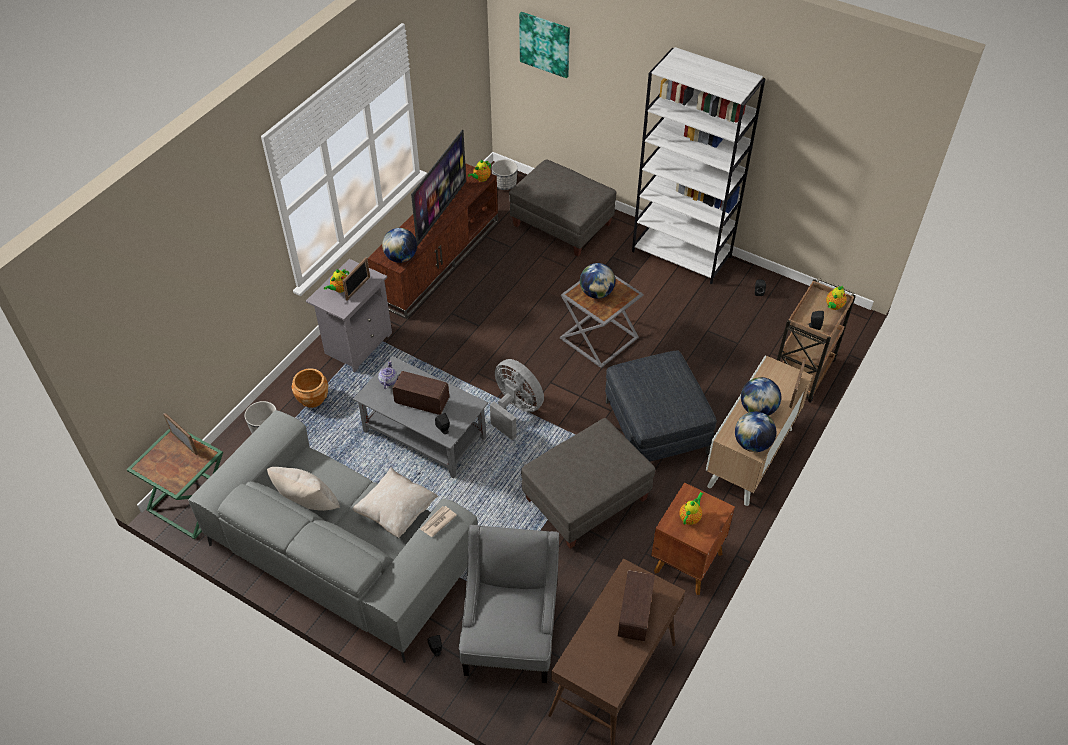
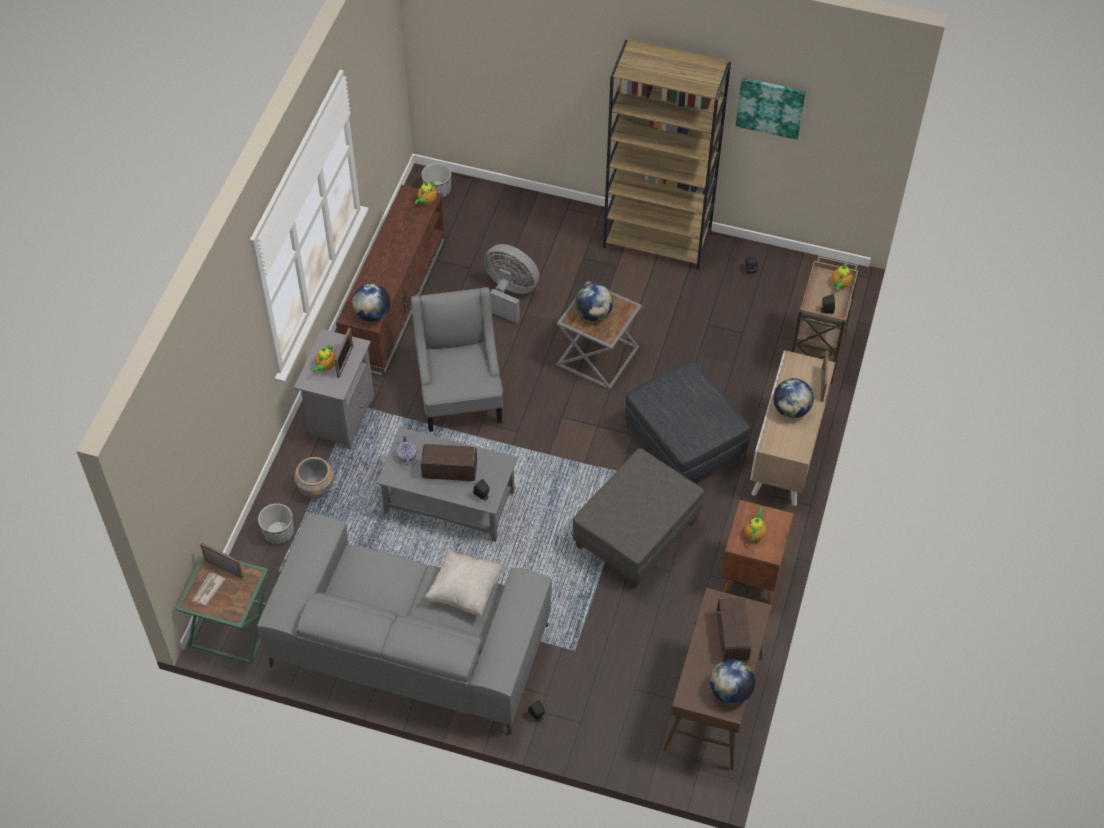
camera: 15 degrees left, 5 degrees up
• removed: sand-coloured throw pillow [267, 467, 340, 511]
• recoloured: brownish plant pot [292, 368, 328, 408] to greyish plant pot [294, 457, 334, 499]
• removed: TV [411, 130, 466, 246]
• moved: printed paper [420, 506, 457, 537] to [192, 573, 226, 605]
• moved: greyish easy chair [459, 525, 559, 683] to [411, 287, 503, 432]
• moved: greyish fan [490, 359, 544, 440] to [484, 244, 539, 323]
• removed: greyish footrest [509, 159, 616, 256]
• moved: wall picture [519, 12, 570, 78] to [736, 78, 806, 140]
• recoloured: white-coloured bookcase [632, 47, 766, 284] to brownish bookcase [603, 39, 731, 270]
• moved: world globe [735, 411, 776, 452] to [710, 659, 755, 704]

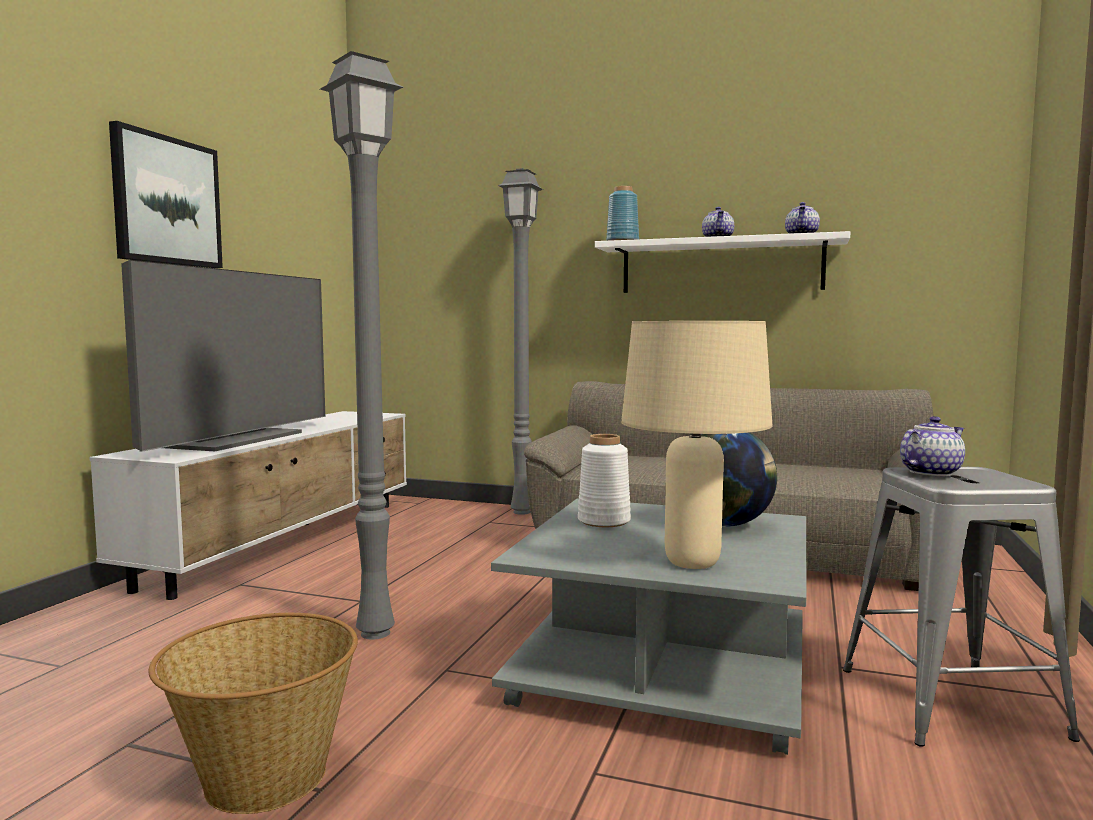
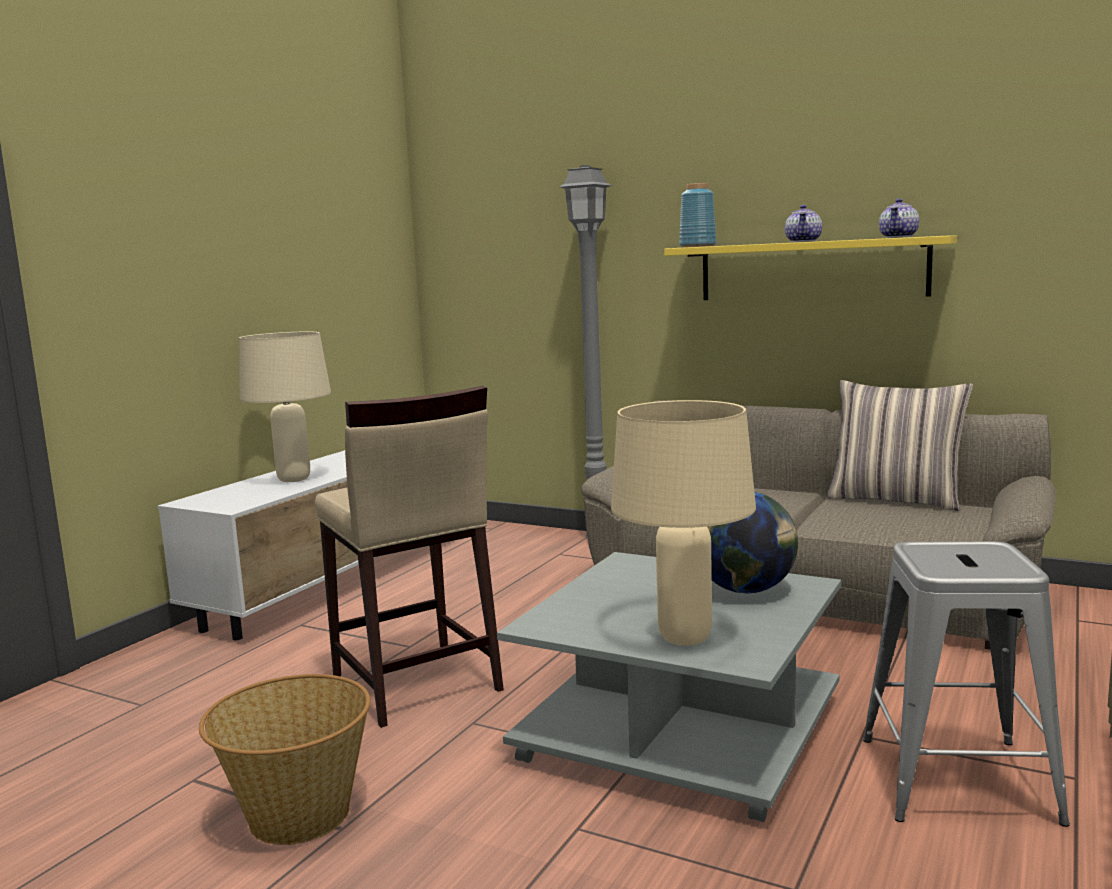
camera: 10 degrees right, 5 degrees up
• removed: wall picture [109, 121, 223, 268]
• replaced: TV [121, 260, 325, 452] to sand-coloured tabletop lamp [239, 332, 331, 482]
• replaced: greyish standard lamp [320, 51, 403, 640] to sand-coloured sitting stool [315, 386, 504, 728]
• removed: white-coloured vase [578, 434, 631, 527]
• recoloured: white-coloured shelf [595, 231, 850, 293] to yellow shelf [664, 235, 957, 300]
• removed: pot for tea [900, 416, 965, 476]
• added: throw pillow [827, 380, 973, 511]

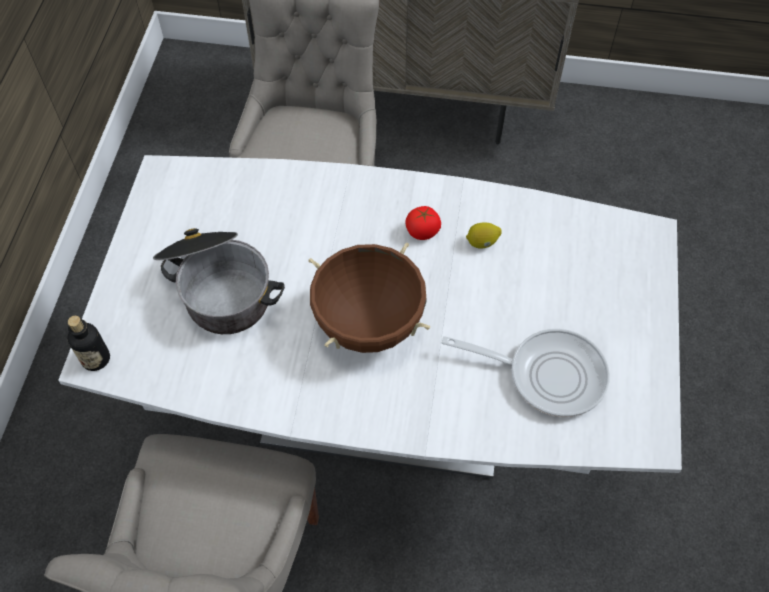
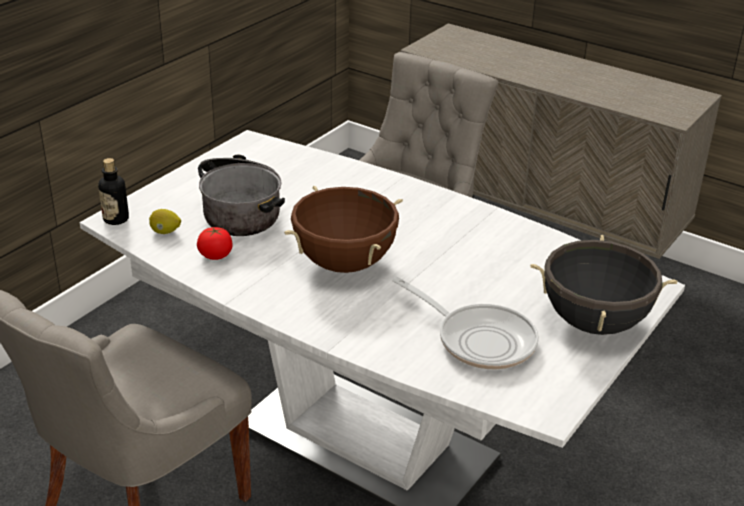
camera: 25 degrees right, 25 degrees down
• moved: fresh tomato [405, 206, 441, 240] to [197, 227, 233, 260]
• moved: whole lemon [466, 222, 502, 249] to [149, 209, 181, 234]
• added: black-coloured stockpot [530, 235, 678, 335]

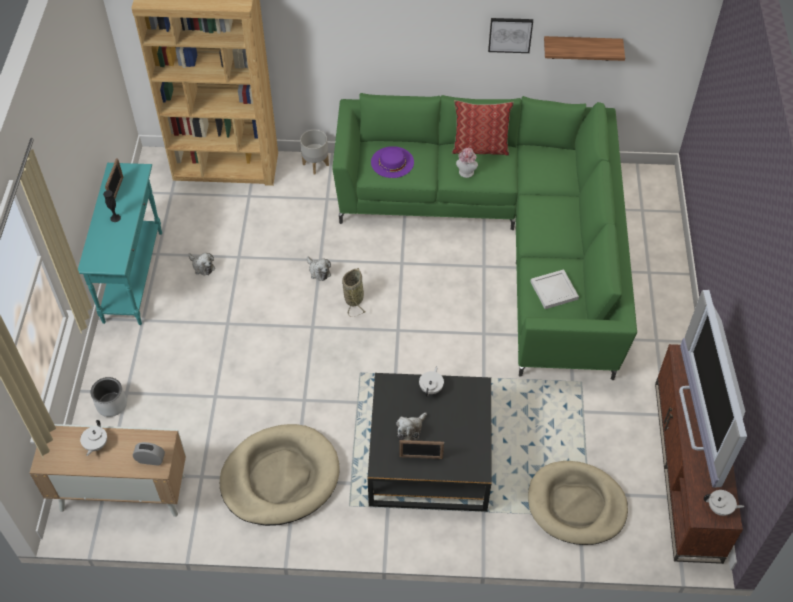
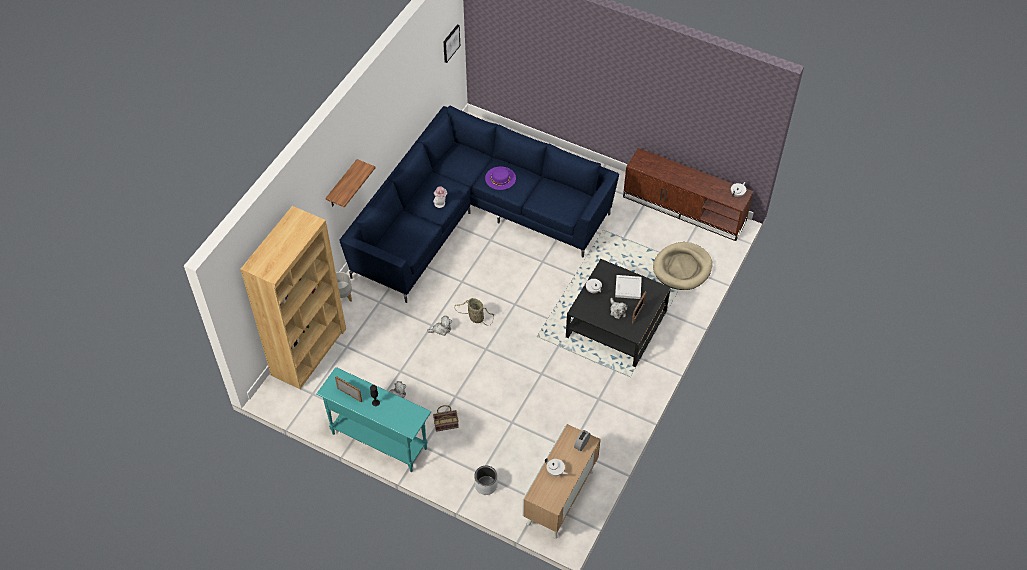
camera: 65 degrees left, 0 degrees up
• removed: sand-coloured dog bed [220, 424, 340, 526]
• recoloured: greenish couch [332, 93, 637, 380] to bluish couch [339, 105, 619, 303]
• moved: purple wearable hat [371, 146, 414, 178] to [485, 166, 516, 190]
• removed: throw pillow [452, 100, 514, 156]
• moved: wall picture [488, 18, 533, 53] to [443, 24, 460, 63]
• moved: white-coloured tray [530, 269, 579, 309] to [615, 275, 642, 299]
• moved: shelf [544, 36, 625, 61] to [326, 159, 376, 207]
• removed: TV [679, 290, 747, 488]
• added: storage basket [433, 405, 459, 432]

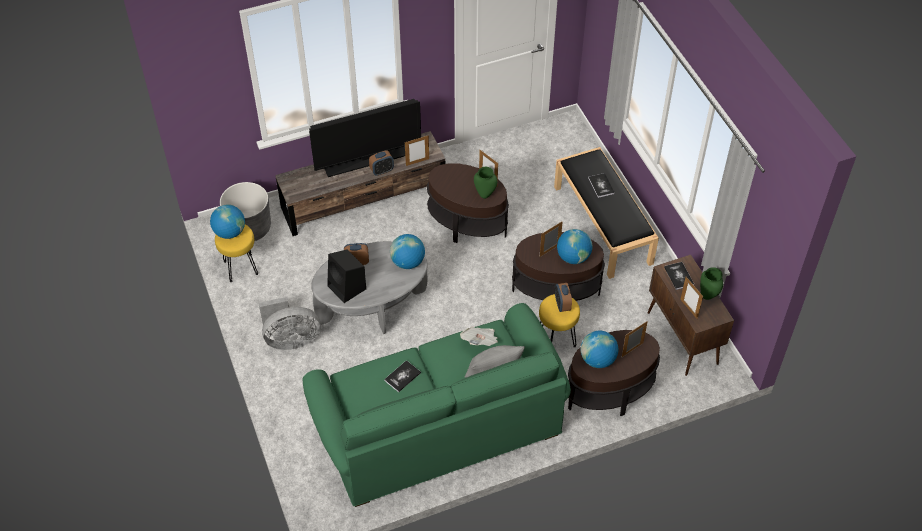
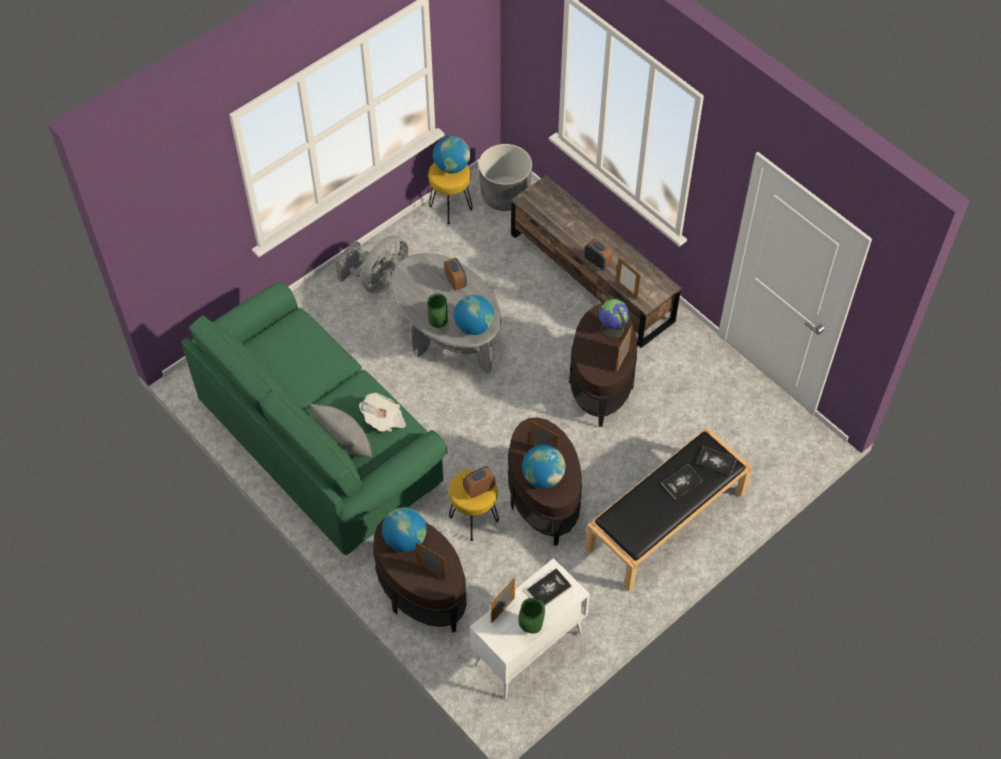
camera: 70 degrees right, 5 degrees up
• turned: greyish fan [258, 297, 321, 350] = [335, 236, 408, 294] 105 degrees counterclockwise
• removed: TV [309, 99, 421, 177]
• removed: black-coloured audio speaker [327, 250, 366, 303]
• moved: bound book [384, 360, 421, 392] to [696, 447, 737, 477]
• moved: greenish vase [474, 167, 497, 199] to [427, 294, 448, 328]
• recoloured: brownish storage cabinet [647, 255, 734, 376] to white-coloured storage cabinet [470, 558, 590, 699]
• added: world globe [599, 299, 629, 339]

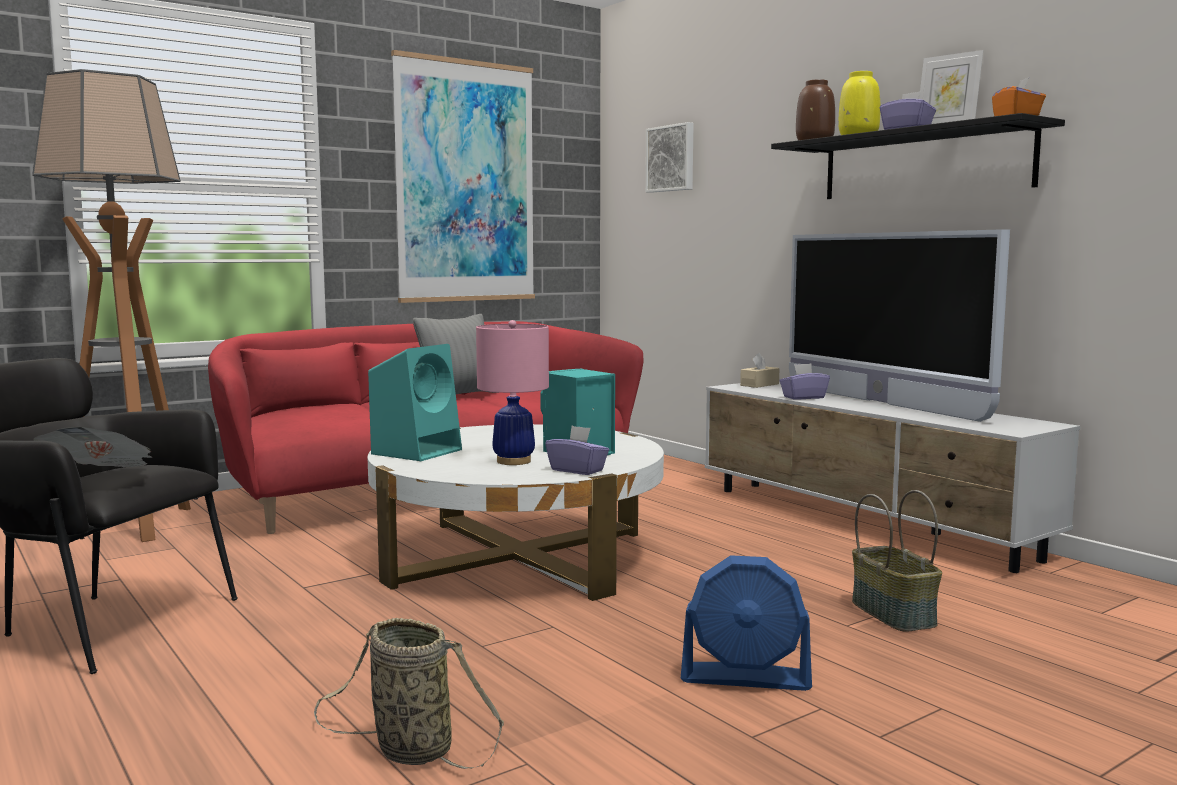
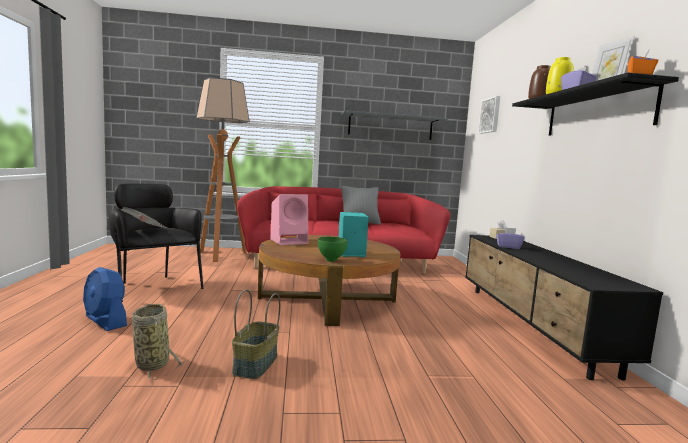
camera: 30 degrees right, 0 degrees up
• recoloured: turquoise-coloured audio speaker [368, 344, 462, 461] to pinkish audio speaker [271, 194, 308, 245]
• recoloured: white-coloured lounge table [368, 424, 664, 601] to brownish lounge table [258, 235, 400, 326]
• replaced: wall picture [391, 50, 535, 303] to greyish shelf [342, 110, 448, 140]
• removed: pinkish tabletop lamp [476, 320, 549, 465]
• replaced: purple box of tissues [545, 426, 609, 475] to greenish deep dish [318, 237, 348, 262]
• moved: bluish fan [681, 555, 812, 691] to [83, 267, 127, 331]
• recoloured: white-coloured tv stand [705, 383, 1080, 573] to black-coloured tv stand [465, 235, 663, 380]
• removed: TV [789, 229, 1010, 422]
• moved: storage basket [852, 490, 942, 632] to [232, 289, 280, 379]

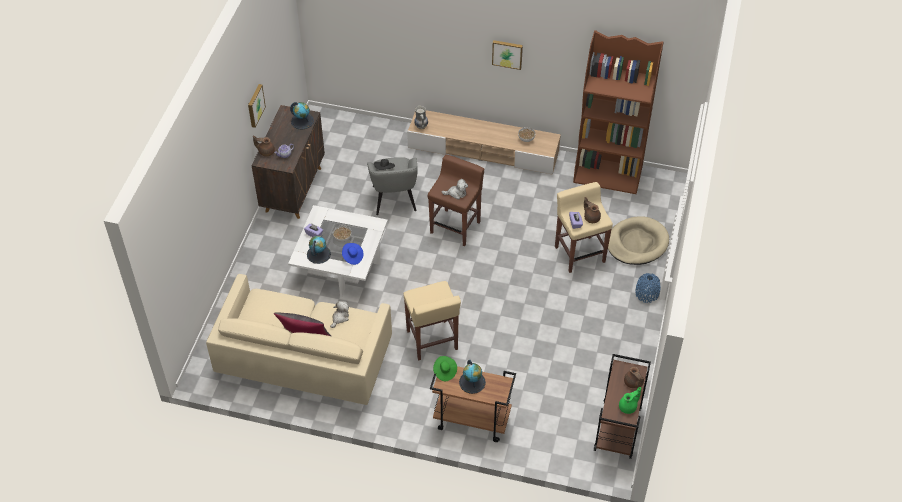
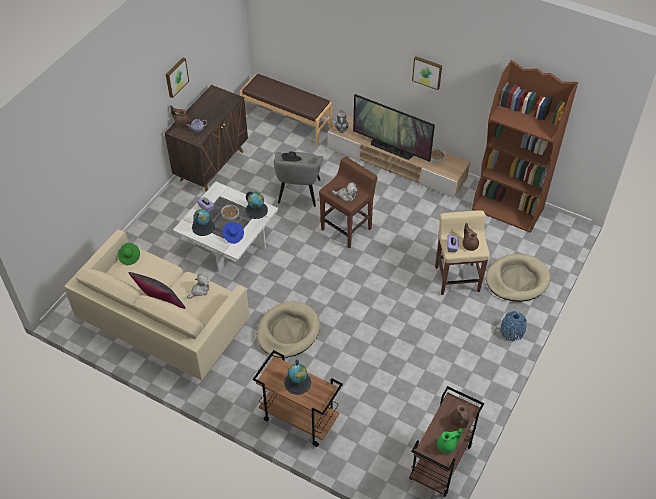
camera: 15 degrees right, 0 degrees up
• moved: world globe [290, 102, 314, 130] to [245, 191, 268, 219]
• replaced: sand-coloured sitting stool [403, 281, 461, 360] to sand-coloured dog bed [257, 301, 320, 358]
• moved: greenish wearable hat [433, 356, 457, 381] to [118, 243, 140, 265]
• added: brownish long seat [240, 74, 332, 145]
• added: TV [353, 94, 435, 162]

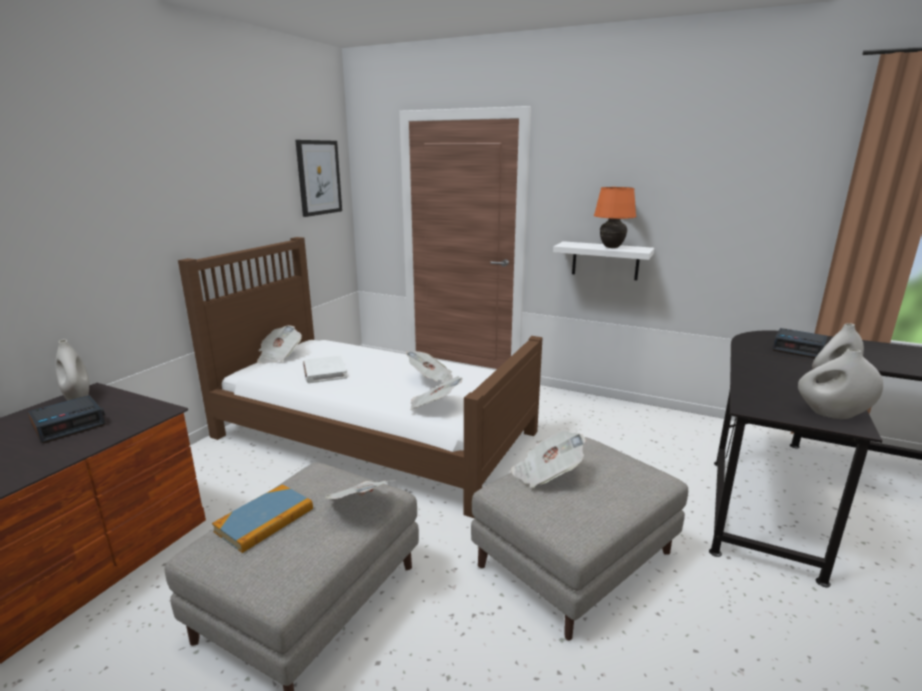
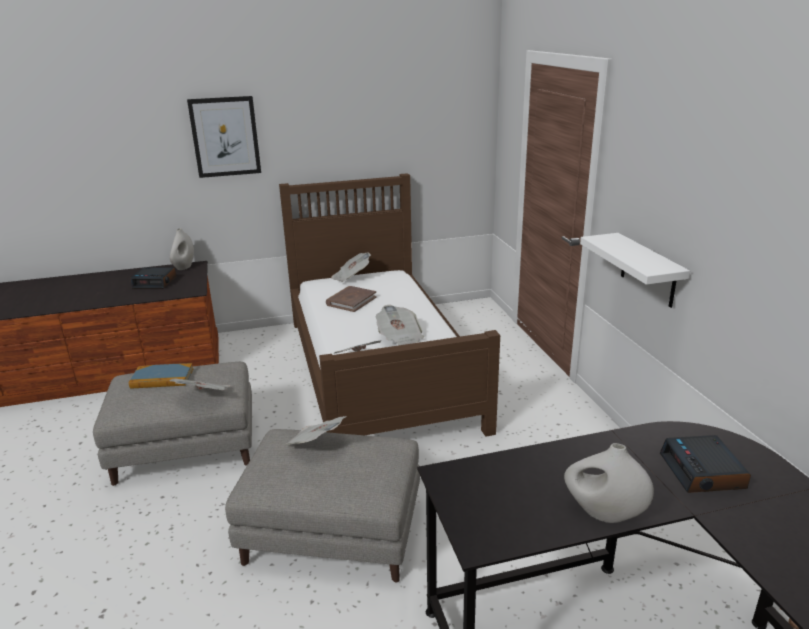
camera: 50 degrees right, 5 degrees up
• moved: wall picture [295, 140, 342, 217] to [187, 96, 261, 178]
• recoloured: white-coloured bound book [303, 355, 347, 383] to brownish bound book [326, 286, 376, 312]
• removed: orange-coloured tabletop lamp [594, 187, 636, 248]
• removed: white-coloured vase [798, 349, 883, 419]

